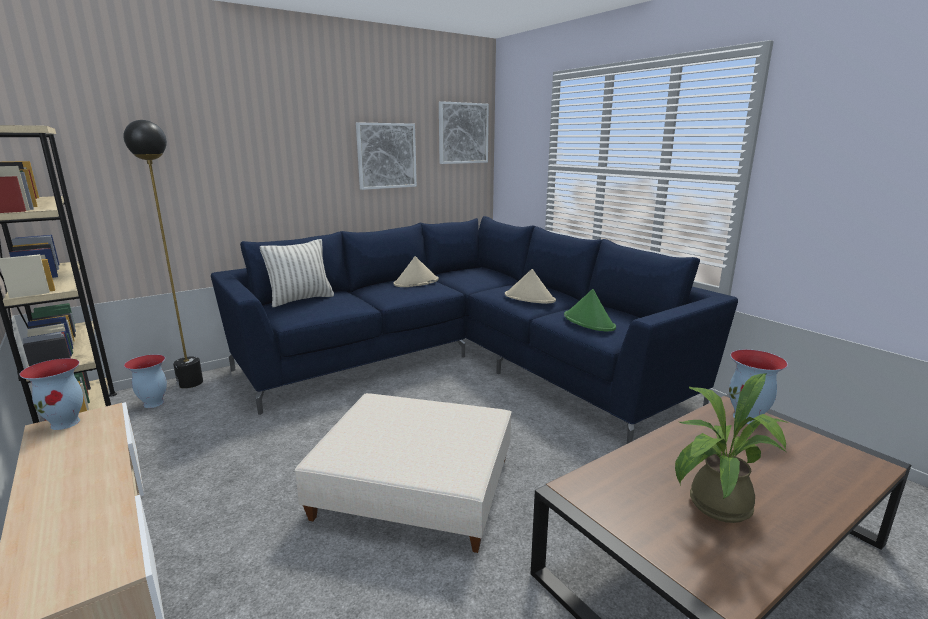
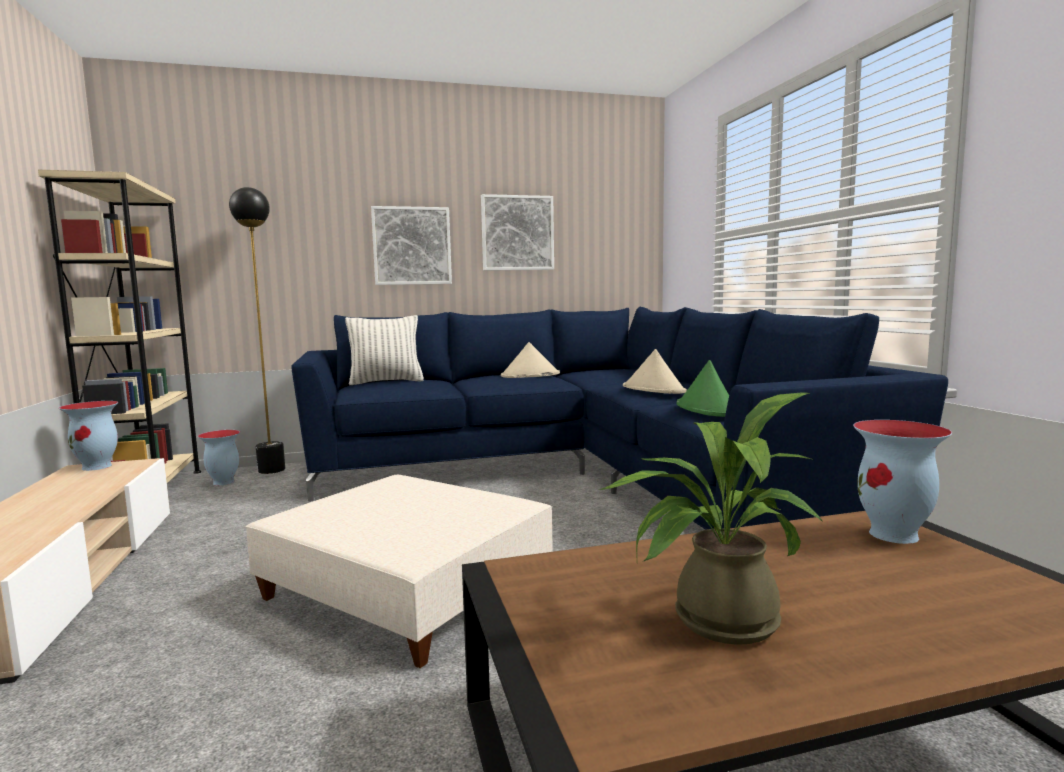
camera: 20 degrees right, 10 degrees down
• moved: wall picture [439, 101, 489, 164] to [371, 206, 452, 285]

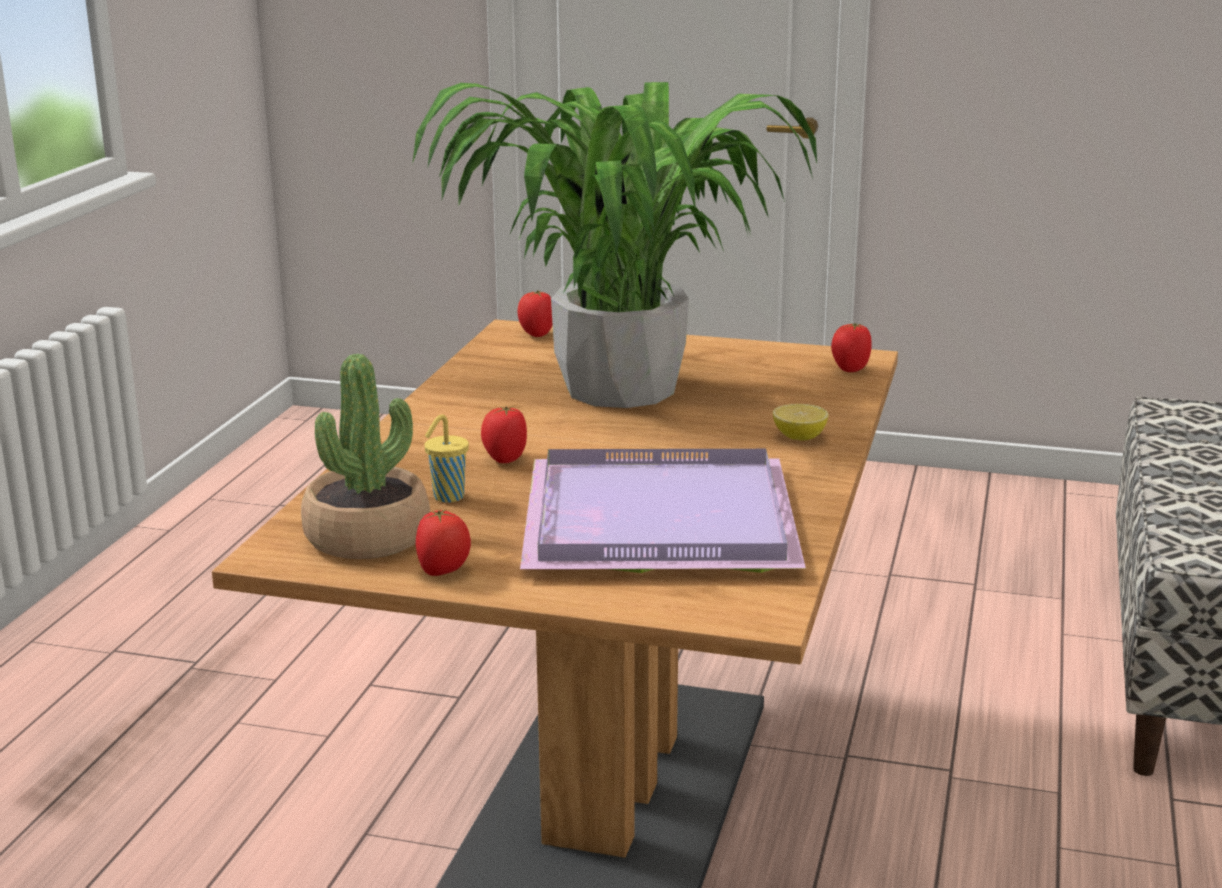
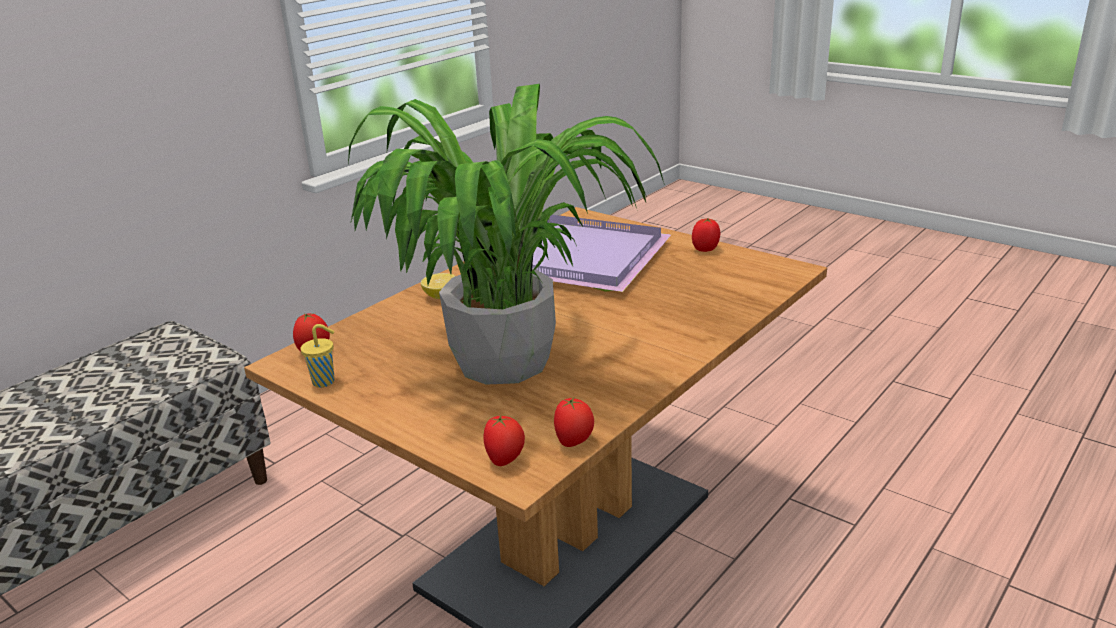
camera: 155 degrees left, 5 degrees up
• removed: plant in a pot [301, 354, 430, 559]
• moved: yellow cup [424, 414, 469, 502] to [300, 324, 335, 387]
• moved: fresh tomato [481, 406, 527, 463] to [554, 397, 594, 447]

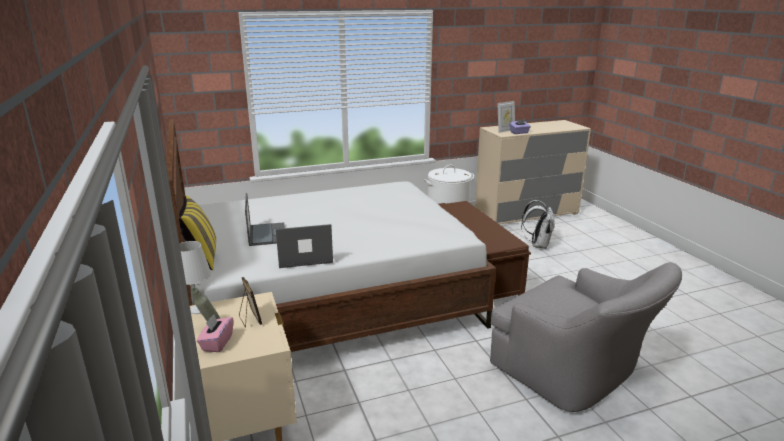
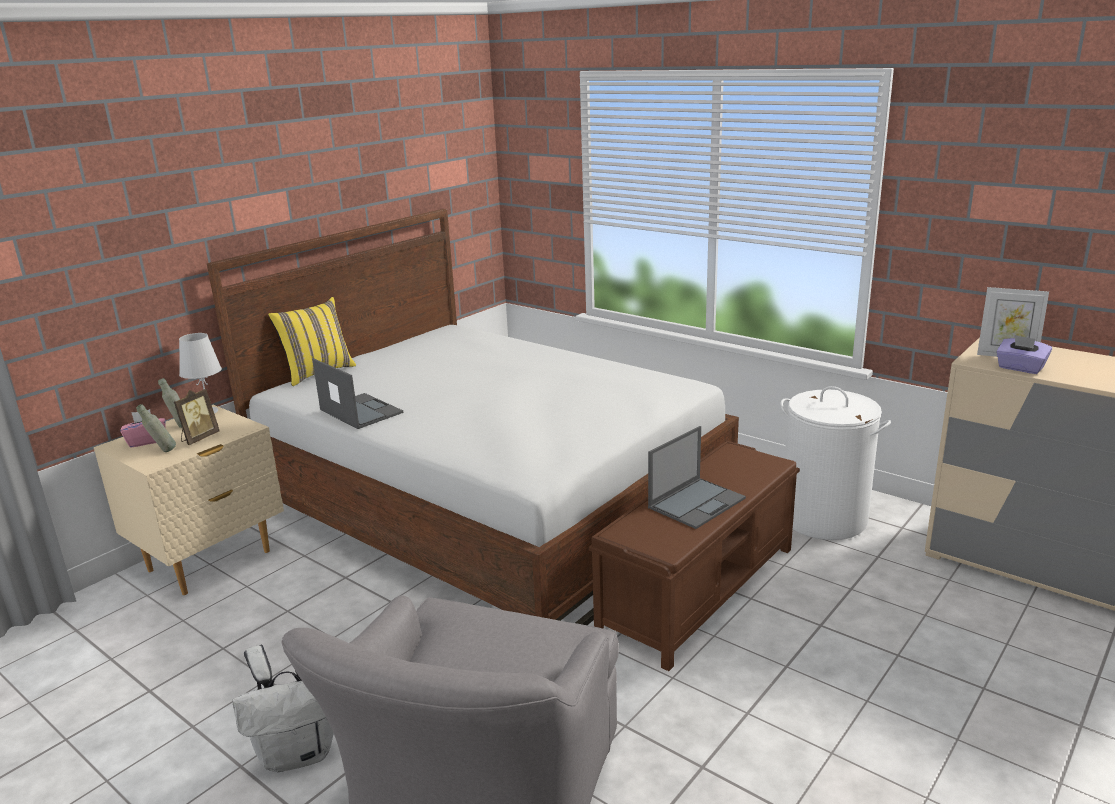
camera: 60 degrees right, 0 degrees up
• moved: notebook computer [245, 193, 285, 246] to [648, 426, 746, 529]
• moved: white-coloured backpack [521, 200, 555, 249] to [233, 644, 333, 772]
• added: greyish beverage bottle [136, 404, 176, 452]

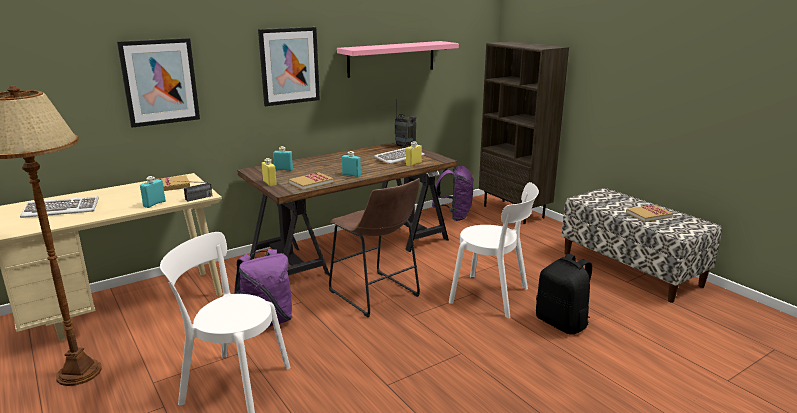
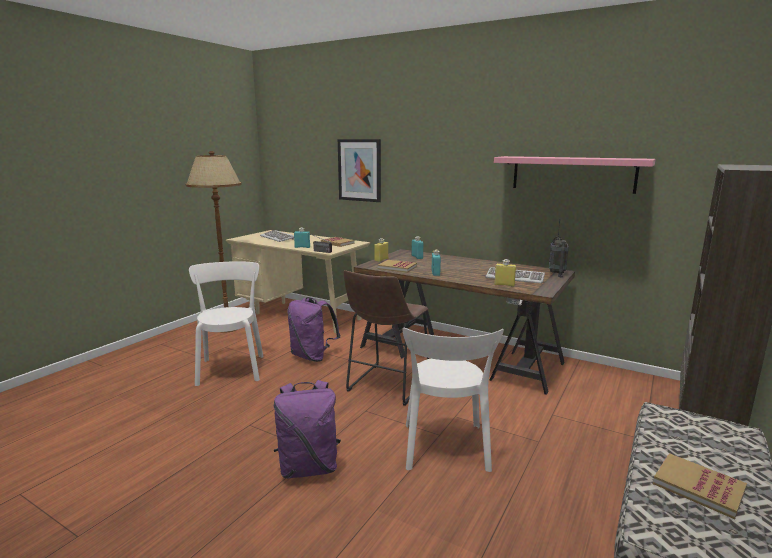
camera: 65 degrees right, 5 degrees down
• removed: wall picture [258, 27, 320, 106]
• moved: purple backpack [432, 165, 474, 221] to [274, 380, 341, 479]
• removed: black-coloured backpack [536, 254, 592, 335]

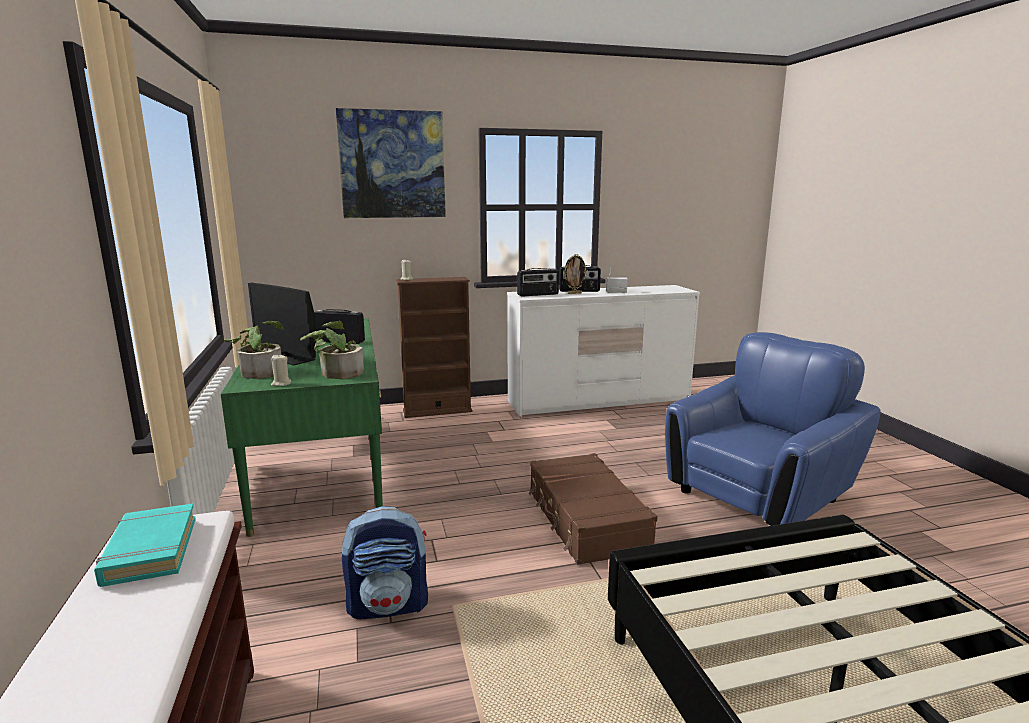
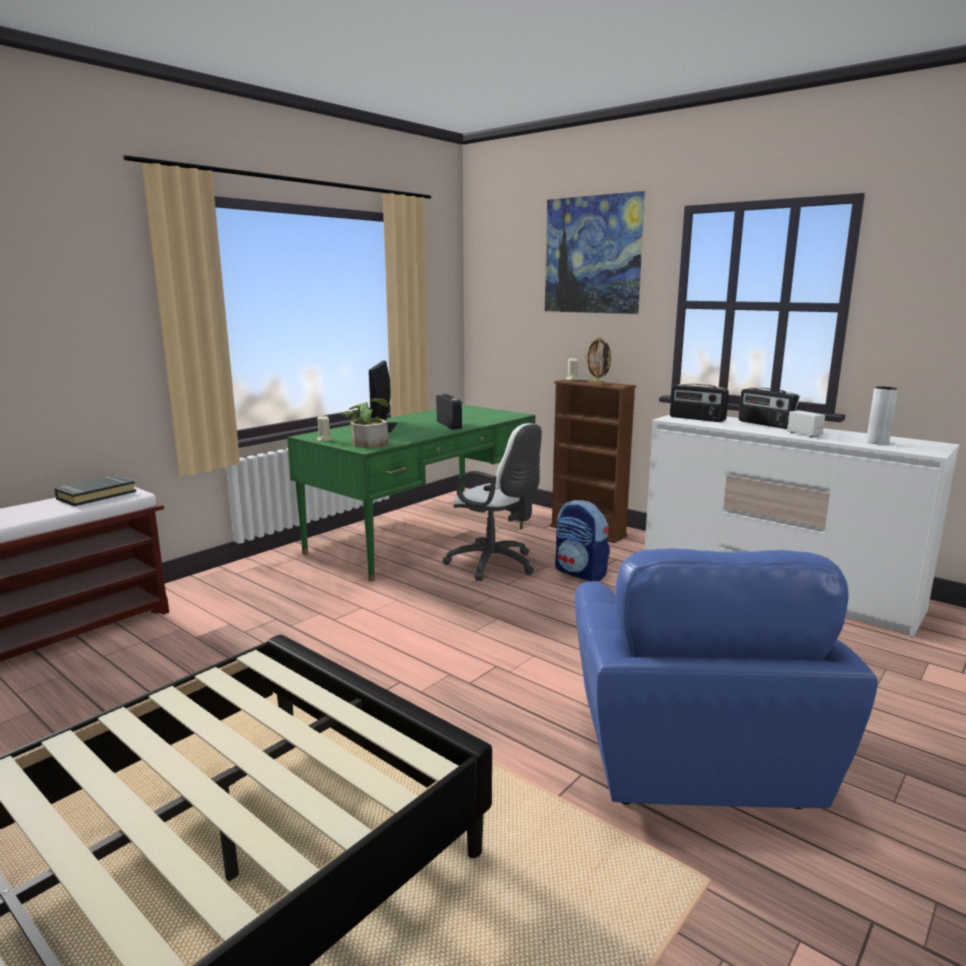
camera: 55 degrees right, 0 degrees up
• recoloured: turquoise-coloured bound book [94, 504, 196, 587] to black-coloured bound book [54, 475, 136, 506]
• removed: plant in a pot [224, 321, 284, 379]
• moved: backpack [342, 506, 428, 619] to [555, 500, 610, 581]
• removed: brownish travel case [528, 453, 657, 565]
• moved: photo frame [563, 254, 588, 294] to [585, 337, 612, 385]
• turned: bluish easy chair [665, 332, 881, 526] = [575, 548, 878, 809] 75 degrees clockwise
• added: white-coloured office chair [443, 423, 542, 581]
• added: greyish vase [866, 386, 898, 445]

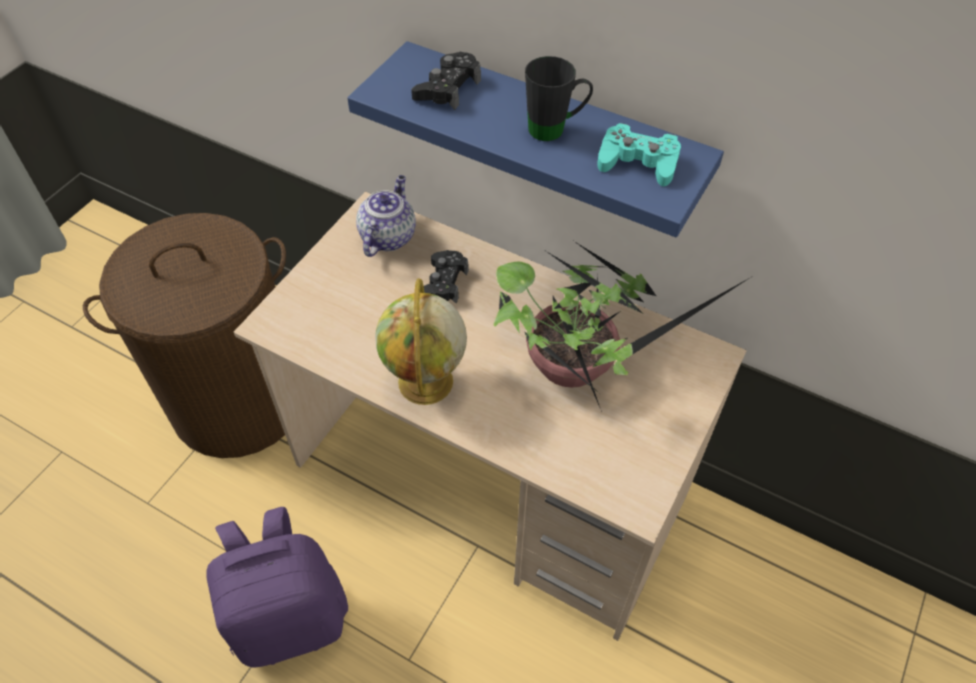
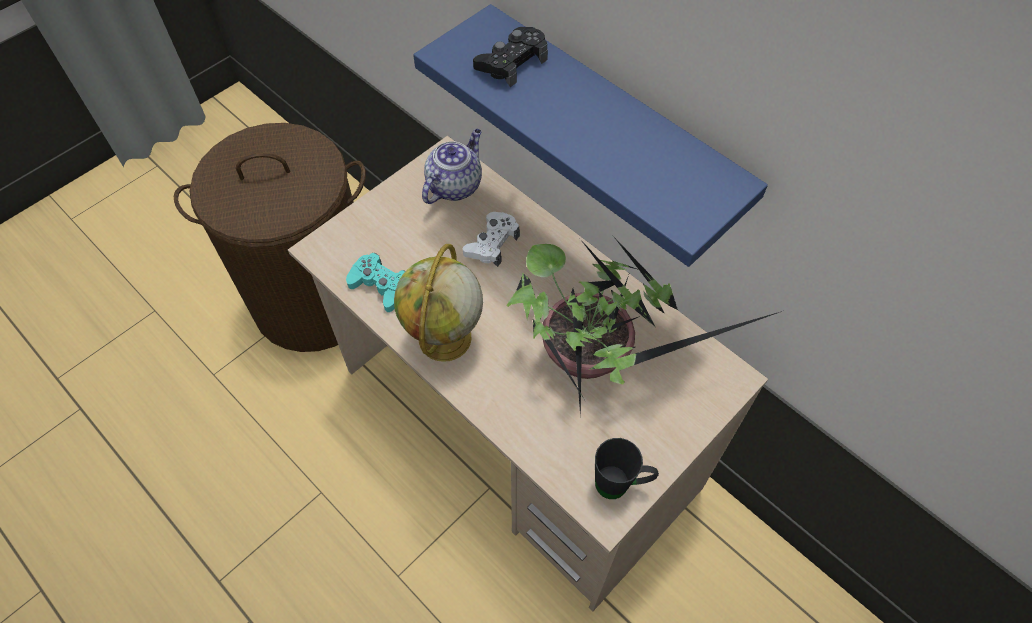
camera: 15 degrees right, 5 degrees up
• removed: purple backpack [206, 507, 348, 668]
• recoloured: black-coloured game controller [424, 250, 469, 304] to white-coloured game controller [463, 212, 520, 267]
• moved: black-coloured coffee mug [525, 56, 593, 141] to [595, 438, 659, 499]
• moved: turquoise-coloured game controller [597, 123, 681, 187] to [346, 253, 405, 312]

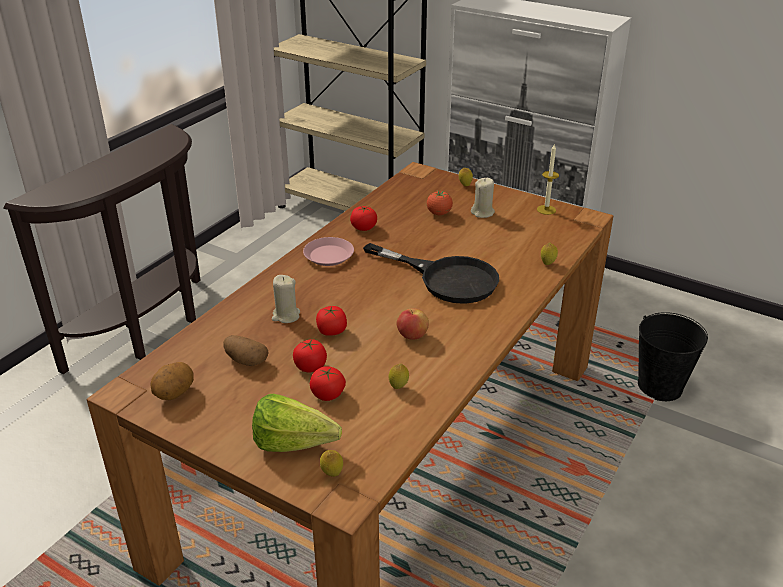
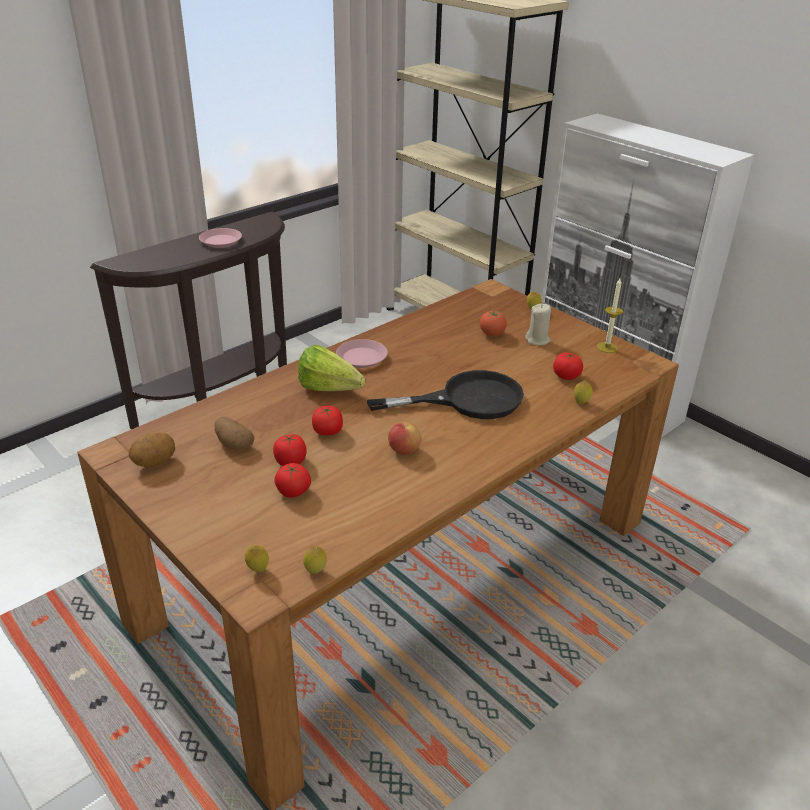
camera: 15 degrees right, 0 degrees up
• moved: head of lettuce [252, 394, 342, 452] to [298, 345, 365, 391]
• removed: sand-coloured wax candle [272, 275, 300, 323]
• moved: fresh tomato [350, 206, 377, 231] to [553, 352, 583, 380]
• turned: black-coloured pan [363, 243, 499, 304] = [367, 370, 524, 419] 60 degrees counterclockwise
• moved: whole lemon [389, 364, 409, 389] to [303, 546, 327, 574]
• removed: black-coloured bucket [638, 312, 708, 401]
• added: pinkish plate [199, 228, 242, 248]

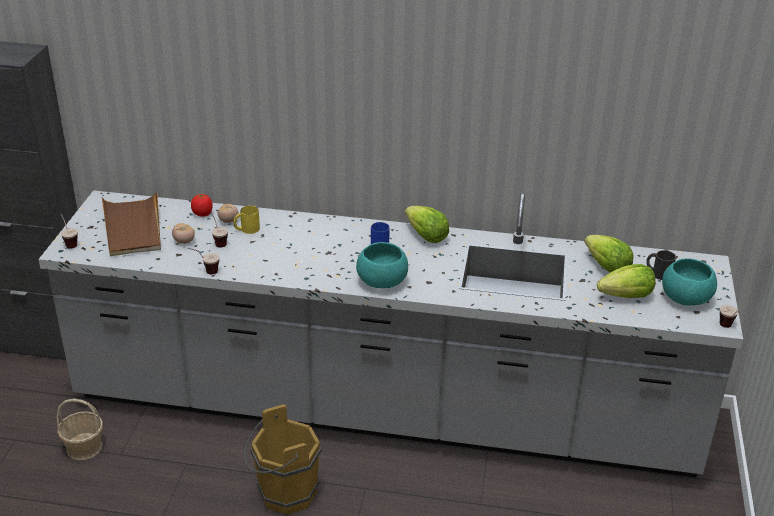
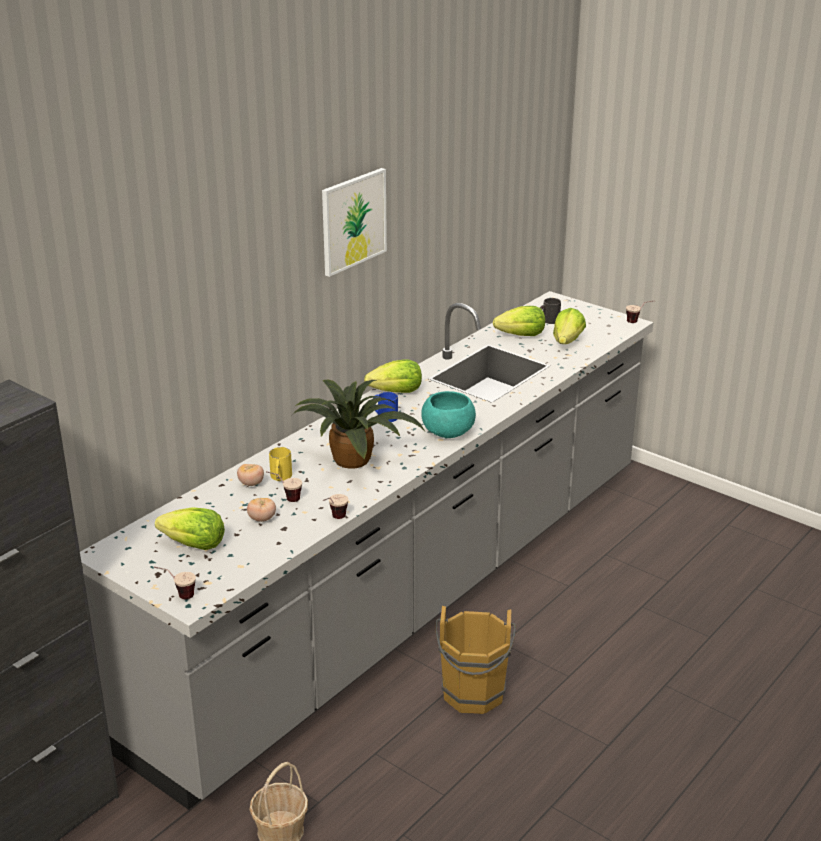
camera: 60 degrees left, 5 degrees down
• replaced: brownish tray [102, 191, 161, 256] to head of lettuce [155, 507, 225, 550]
• removed: fresh tomato [191, 194, 213, 217]
• removed: turquoise-coloured deep dish [662, 258, 717, 306]
• added: plant in a pot [292, 379, 425, 469]
• added: wall picture [322, 168, 387, 277]

